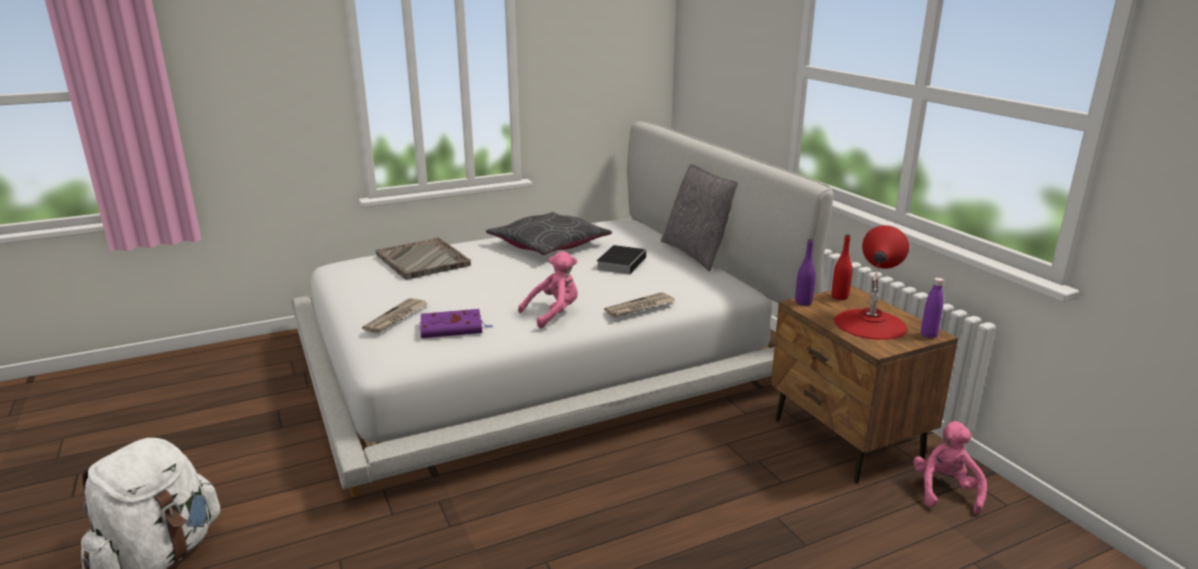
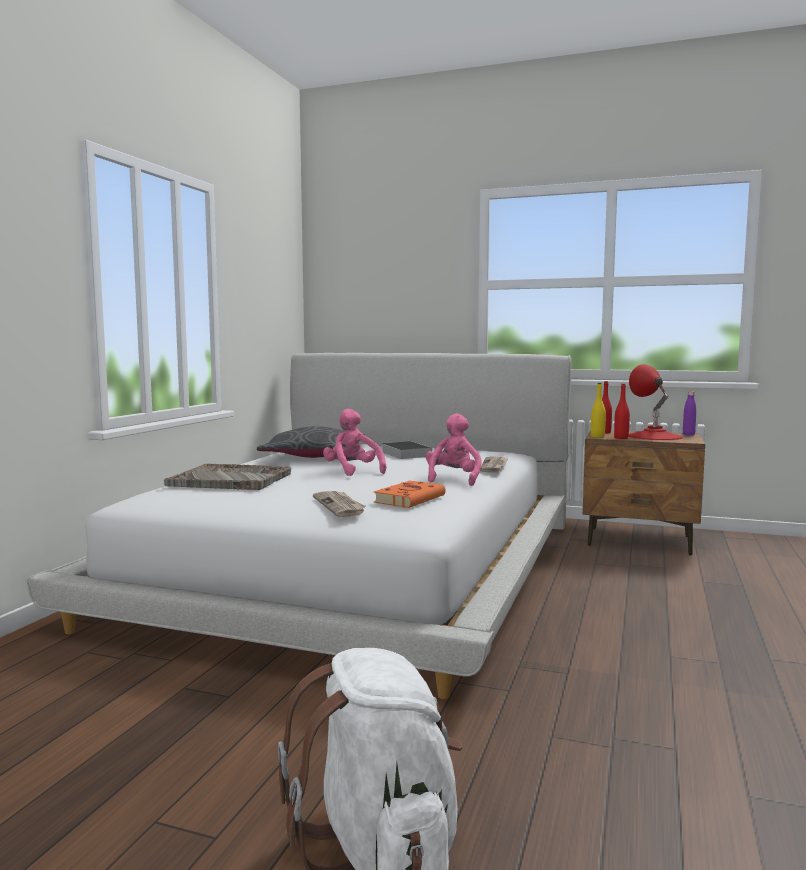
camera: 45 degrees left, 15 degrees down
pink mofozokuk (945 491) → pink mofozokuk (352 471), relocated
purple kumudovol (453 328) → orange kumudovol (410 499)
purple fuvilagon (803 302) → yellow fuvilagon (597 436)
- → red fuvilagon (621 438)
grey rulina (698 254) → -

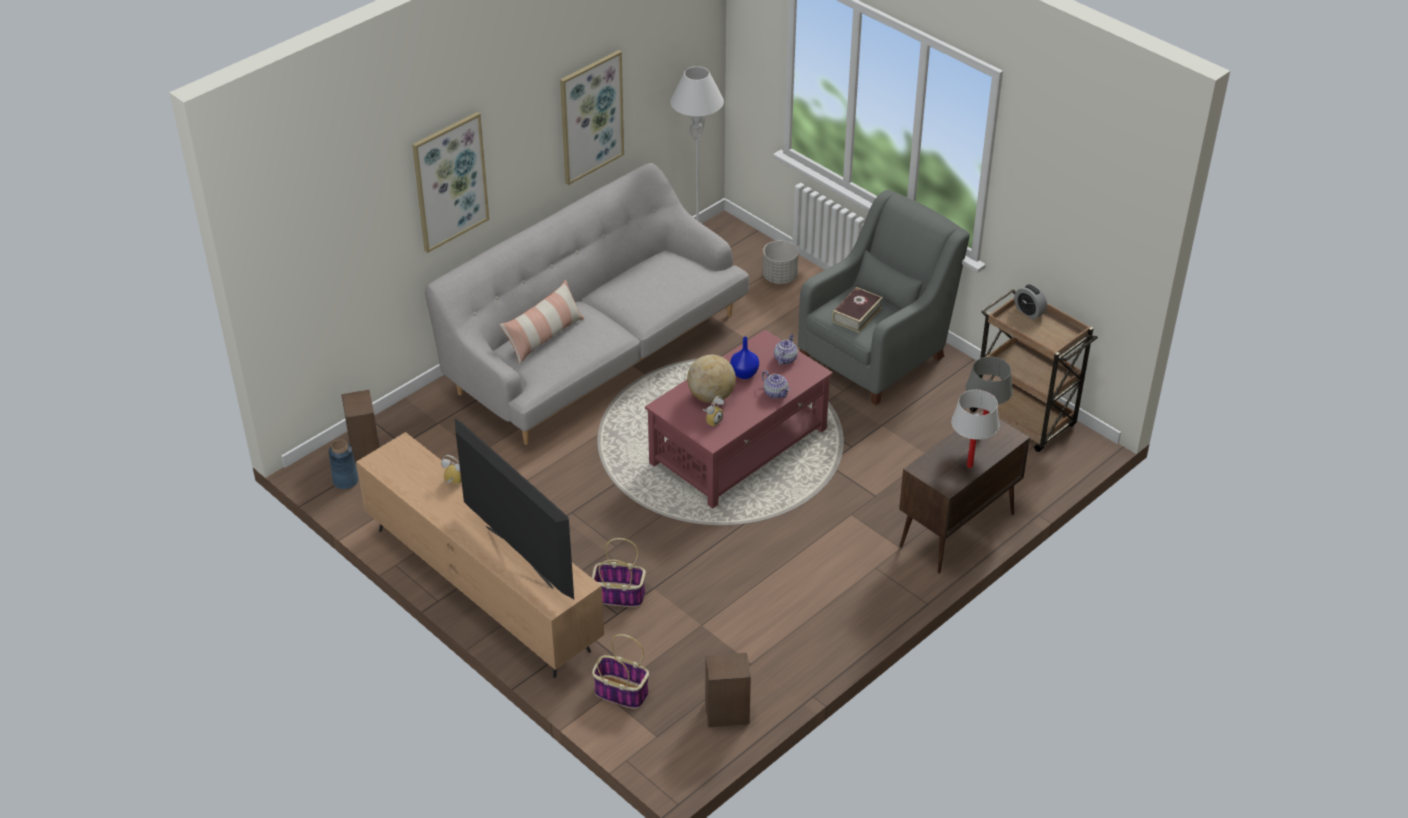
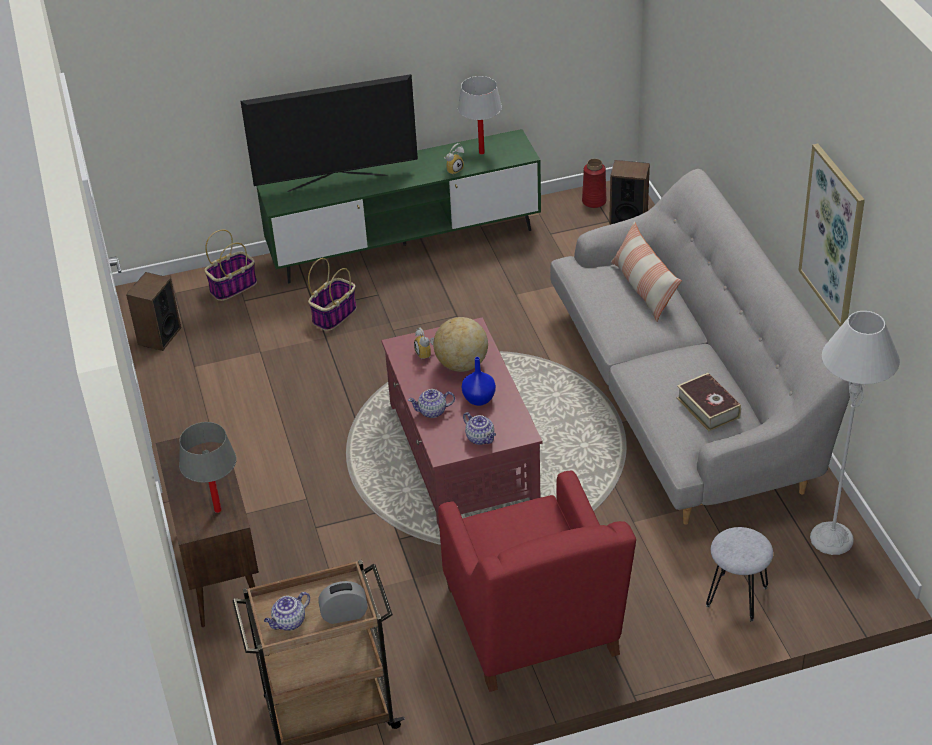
camera: 120 degrees right, 0 degrees up
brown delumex (483 589) → green delumex (405 245)
- → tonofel (289 622)
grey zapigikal (876 354) → red zapigikal (534 627)
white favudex (969 466) → white favudex (481 153), relocated
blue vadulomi (345 481) → red vadulomi (593 201)
kumudovol (857 315) → kumudovol (708 408), relocated
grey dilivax (779 277) → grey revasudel (737 596)
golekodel (450 181) → -

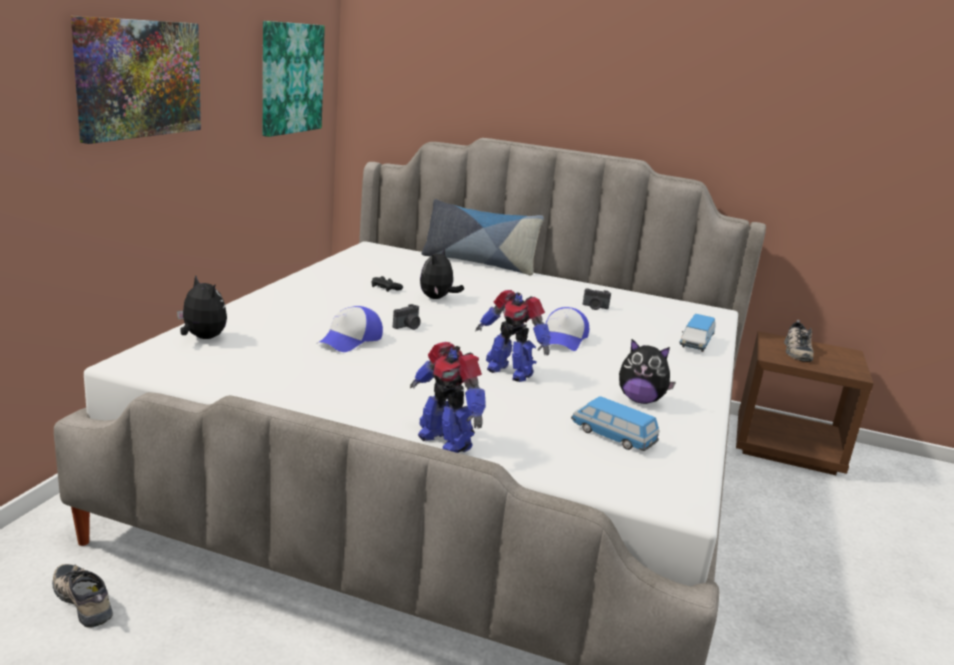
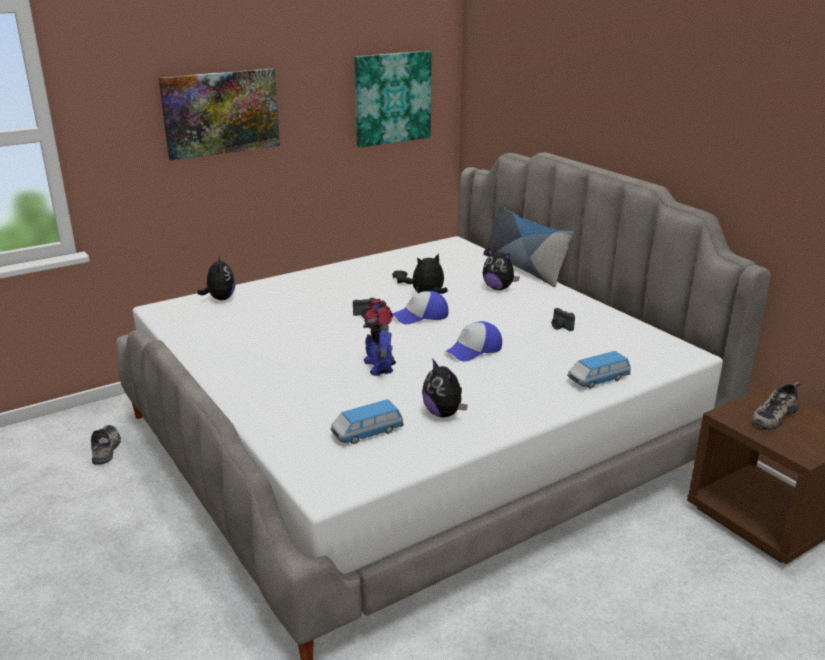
camera: 40 degrees right, 5 degrees up
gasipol (612 436) → gasipol (367 433), 105 degrees counterclockwise
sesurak (350 340) → sesurak (421 316), relocated
- → mofozokuk (498 288)
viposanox (445 441) → -

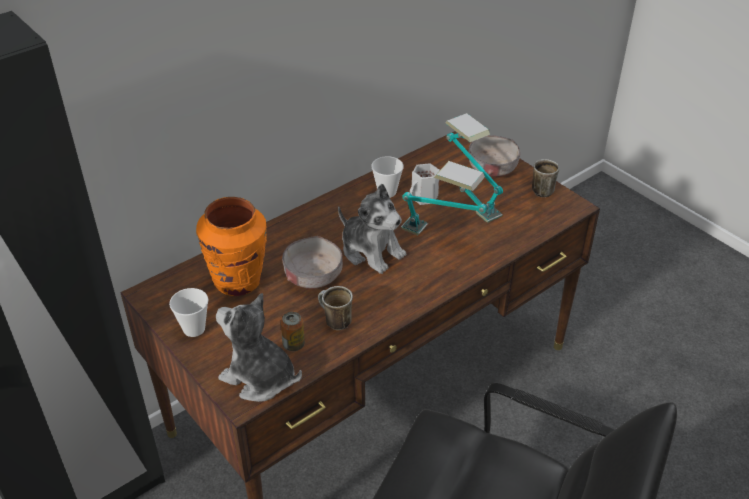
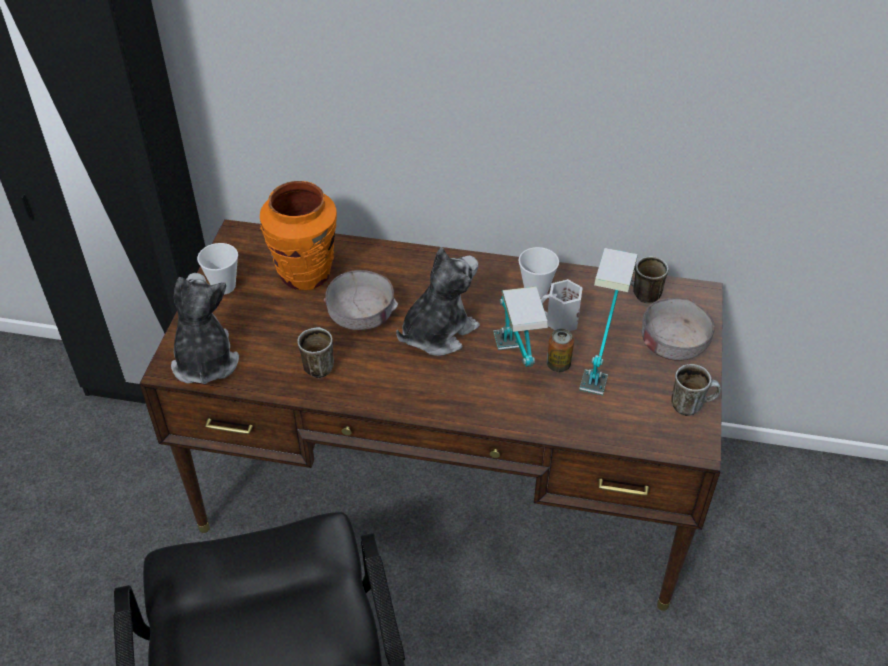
camera: 50 degrees right, 5 degrees up
mofozokuk (371 251) → mofozokuk (437 332), 135 degrees counterclockwise
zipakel (293 345) → zipakel (558 365), relocated
- → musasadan (641 295)

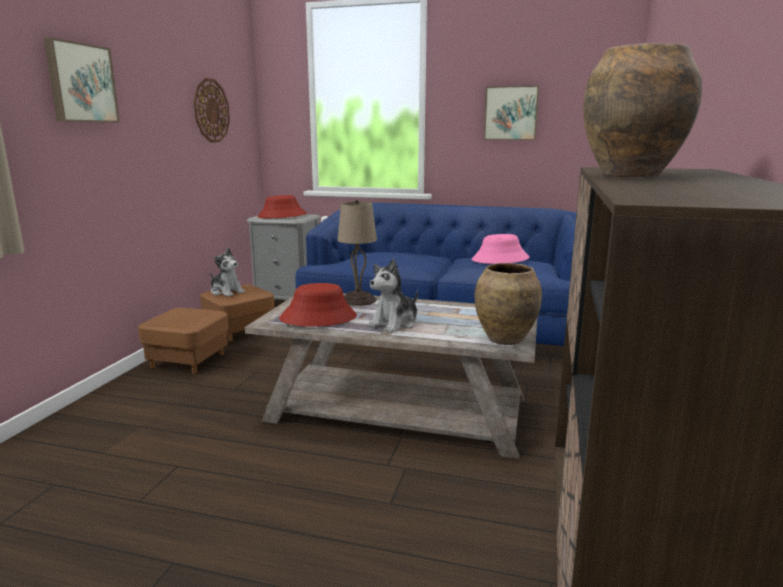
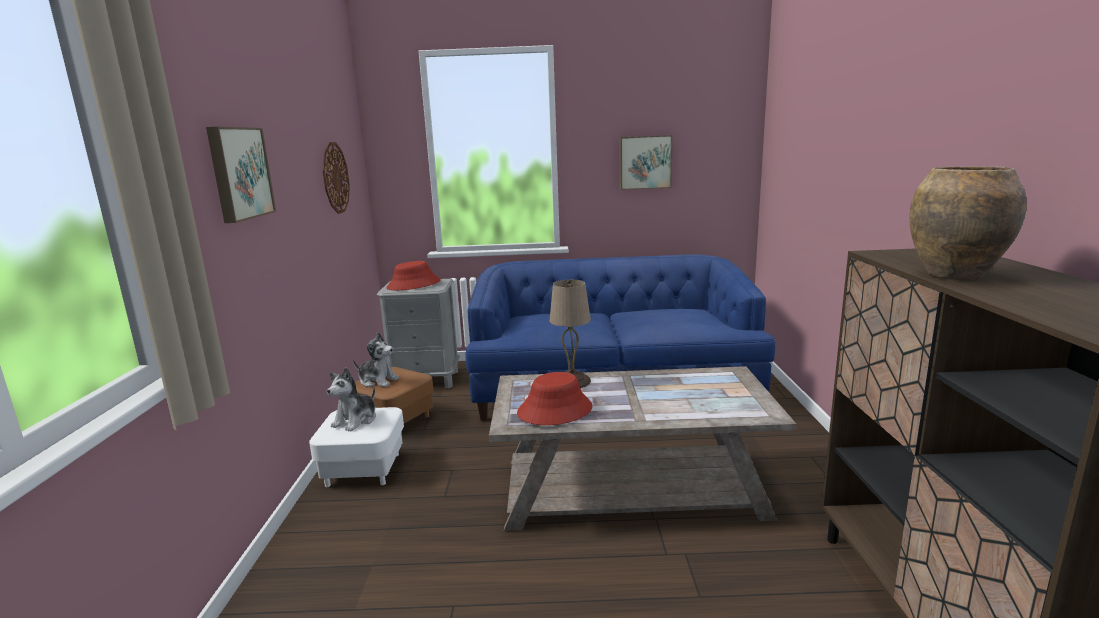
camera: 15 degrees left, 0 degrees up
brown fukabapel (188 360) → white fukabapel (364 469)
mofozokuk (395 324) → mofozokuk (356 420), relocated
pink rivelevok (500 259) → -
brown vadulomi (504 339) → -

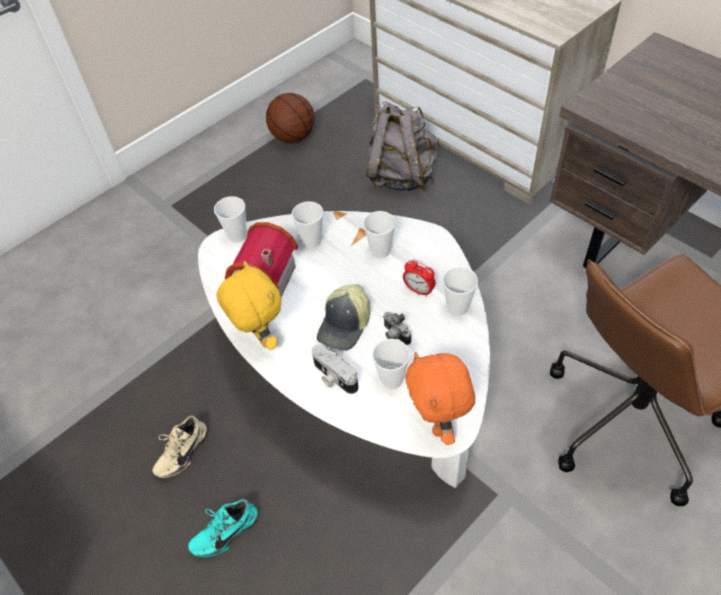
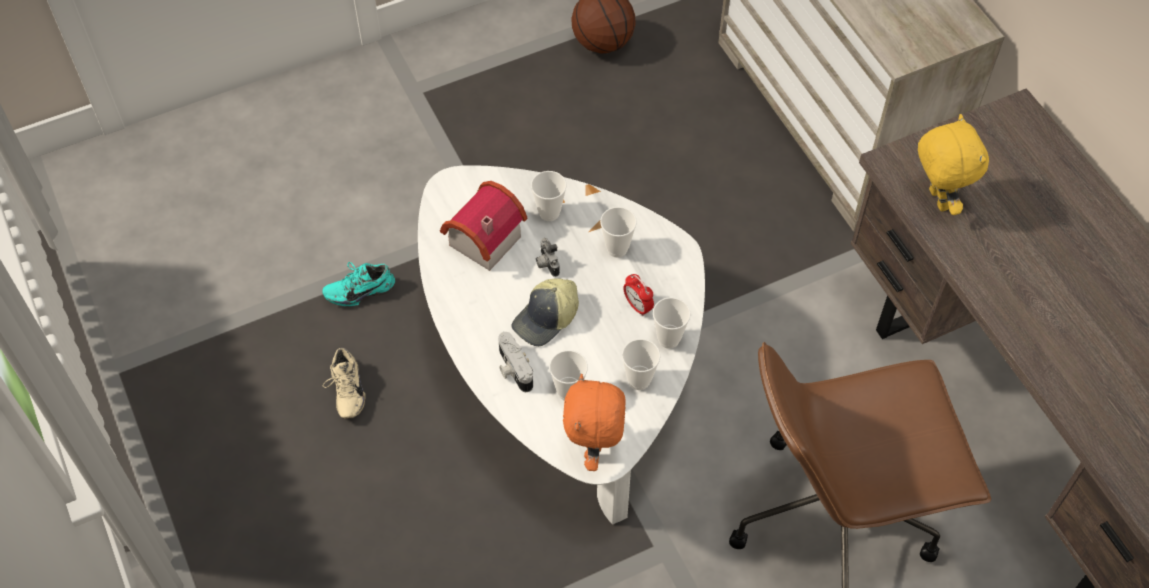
camera: 15 degrees right, 5 degrees up
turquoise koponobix (225 531) → turquoise koponobix (360 290), relocated
beige koponobix (181 452) → beige koponobix (346 391), 60 degrees counterclockwise
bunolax (394 335) → bunolax (546 263), relocated
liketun (237 236) → liketun (639 380), relocated
yellow mofozokuk (260 338) → yellow mofozokuk (936 199), relocated
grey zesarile (401 175) → -

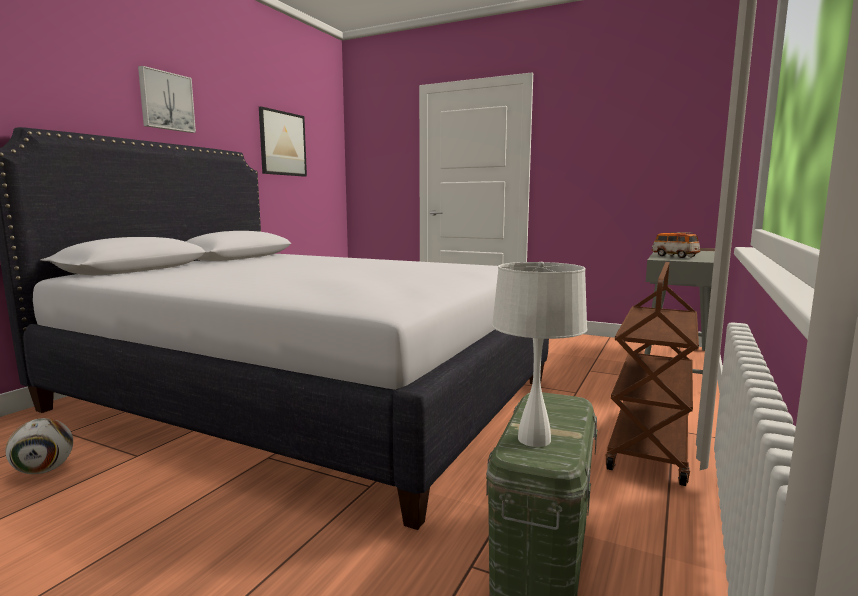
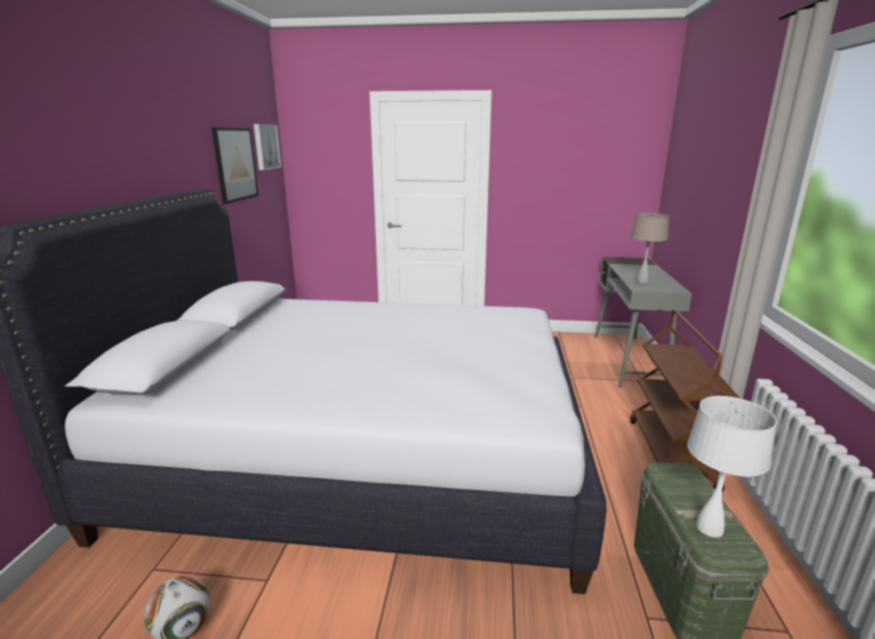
camera: 20 degrees left, 10 degrees up
golekodel (166 101) → golekodel (265 146), relocated
gasipol (674 256) → beige favudex (642 281)

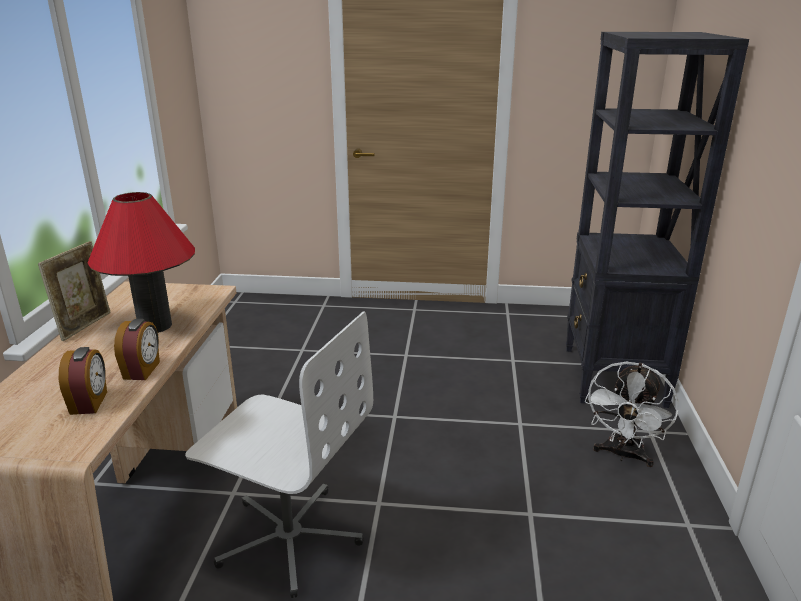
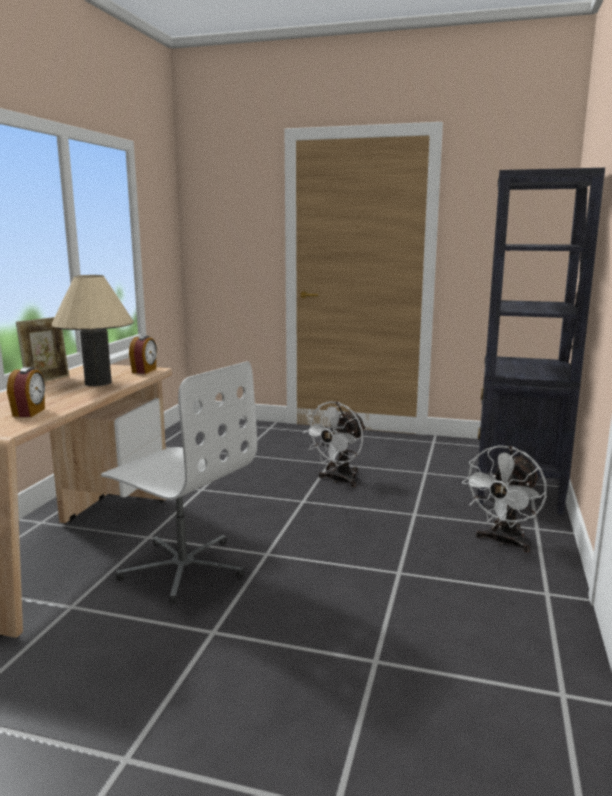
camera: 10 degrees right, 10 degrees down
red favudex (155 326) → beige favudex (98 383)
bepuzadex (142 370) → bepuzadex (144 371), relocated
- → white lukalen (338 480)

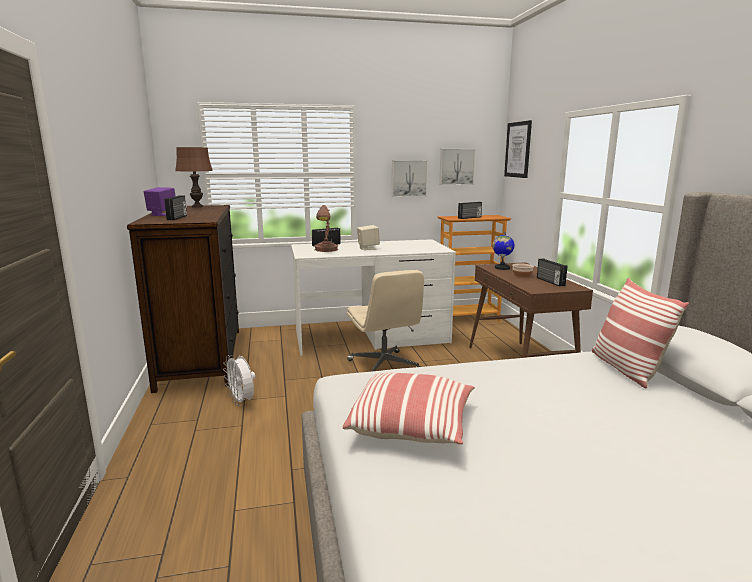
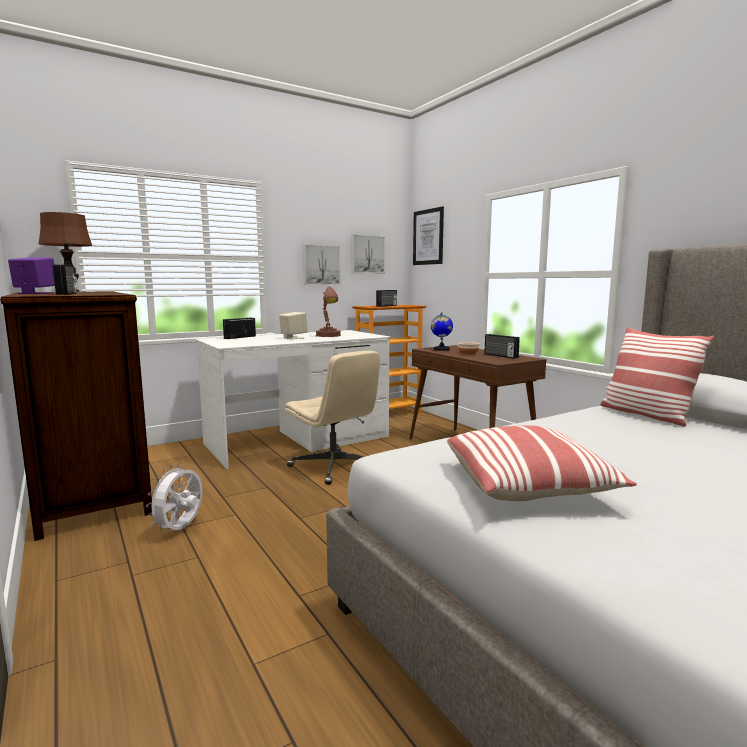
camera: 20 degrees left, 5 degrees down
white lukalen (242 401) → white lukalen (180 529), 75 degrees clockwise
brown favudex (326 250) → brown favudex (328 335), relocated

